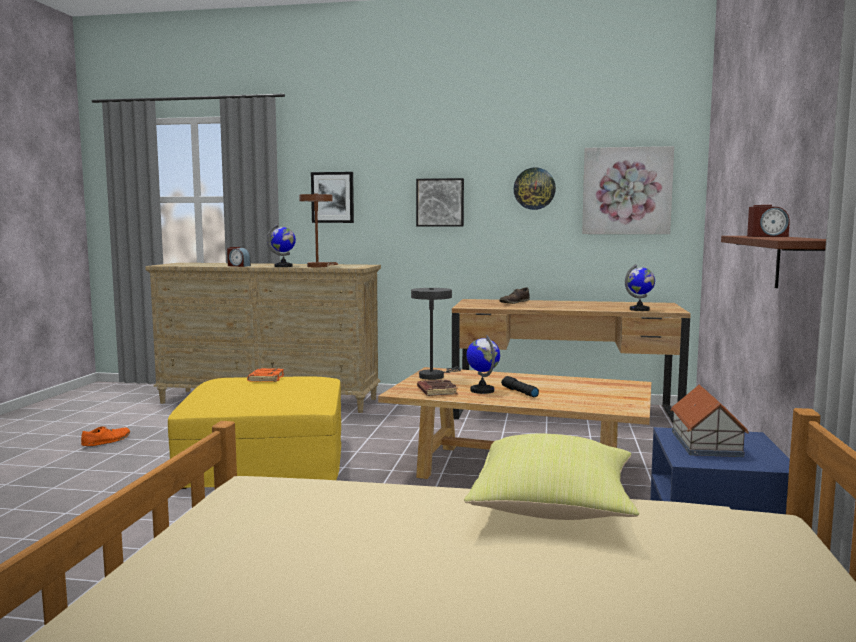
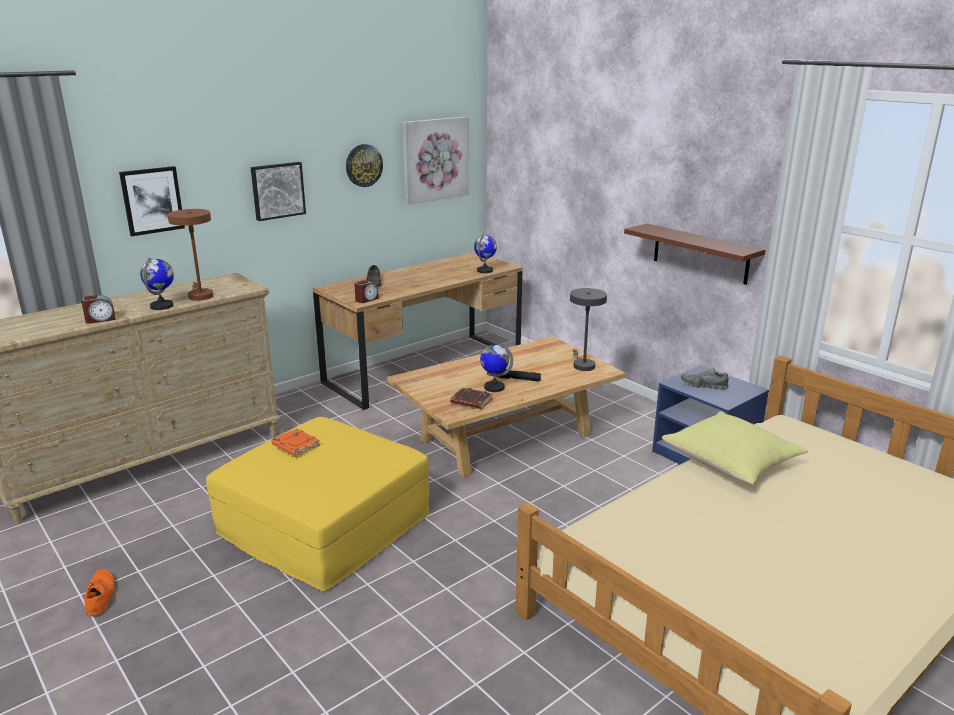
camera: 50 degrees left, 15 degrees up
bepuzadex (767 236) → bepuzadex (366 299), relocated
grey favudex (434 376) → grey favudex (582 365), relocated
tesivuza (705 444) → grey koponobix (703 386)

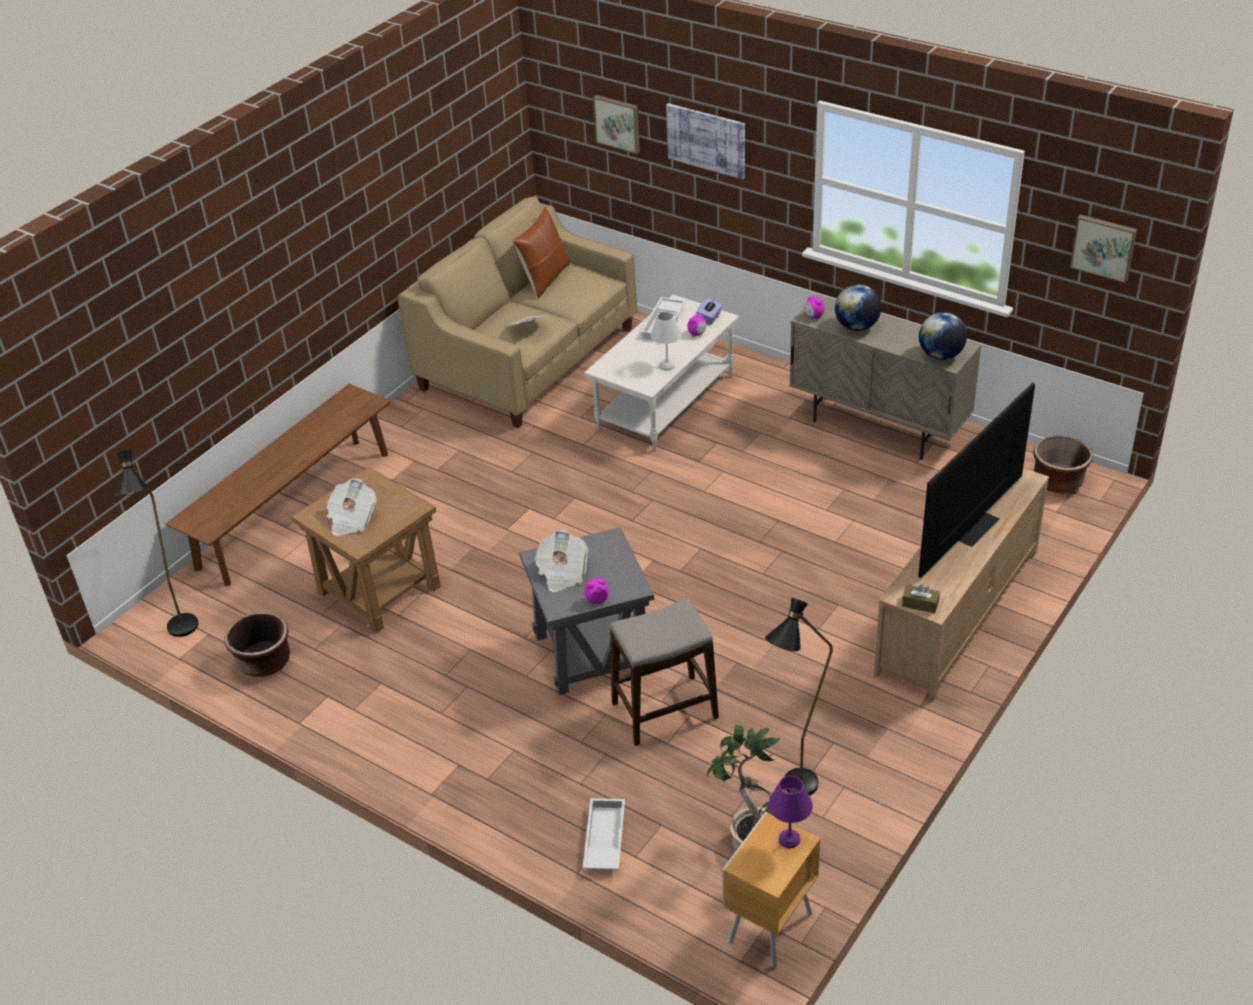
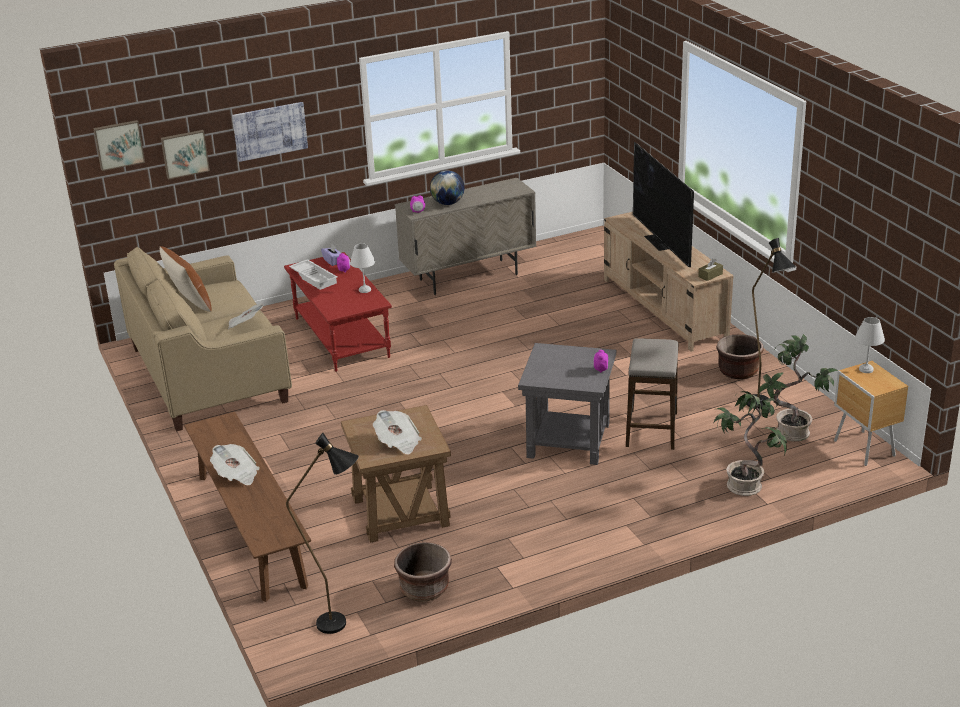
camera: 60 degrees left, 10 degrees down
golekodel (1104 247) → golekodel (118 144), relocated
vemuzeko (562 573) → vemuzeko (236 475), relocated
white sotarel (665 402) → red sotarel (340 337)
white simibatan (603 839) → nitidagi (746 485)
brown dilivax (1058 481) → brown dilivax (738 371), relocated
purple favudex (789 840) → white favudex (866 369)
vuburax (940 355) → -

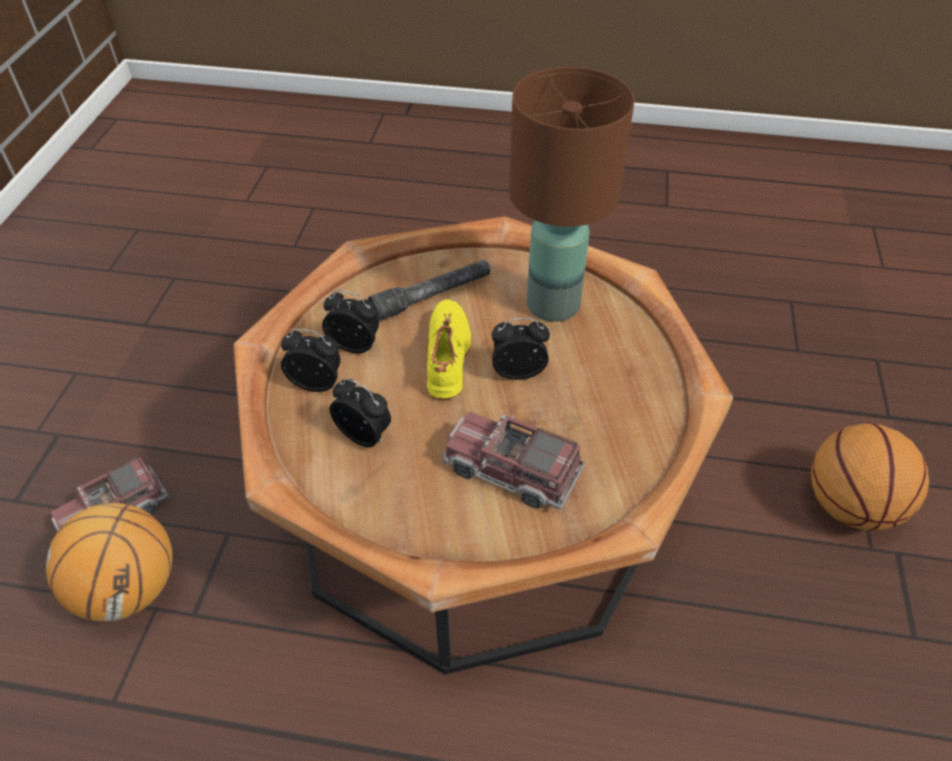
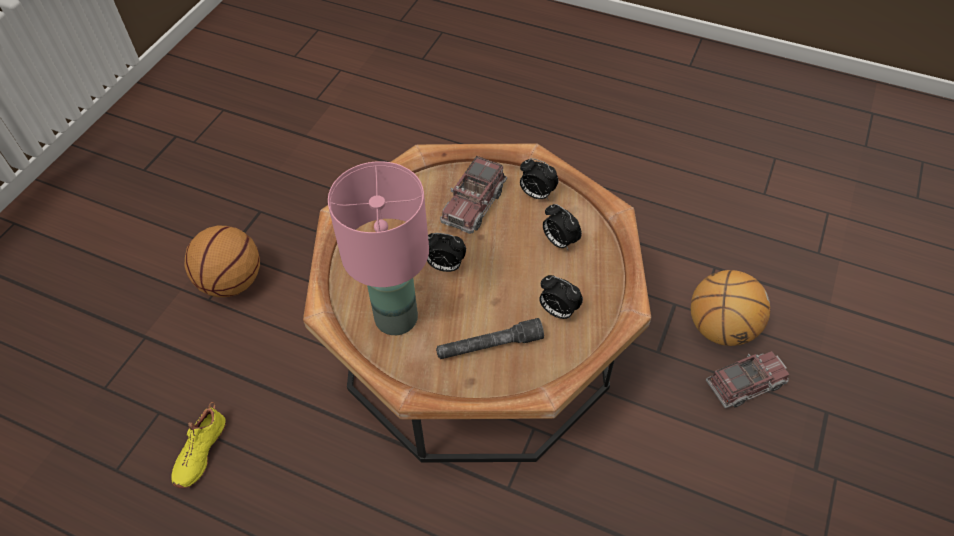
camera: 165 degrees left, 5 degrees up
yellow koponobix (449 356) → yellow koponobix (199 452), relocated
brown favudex (554 305) → pink favudex (395 317)
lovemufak (512 470) → lovemufak (474 204), 75 degrees clockwise
bepuzadex (317 383) → bepuzadex (536 194), relocated

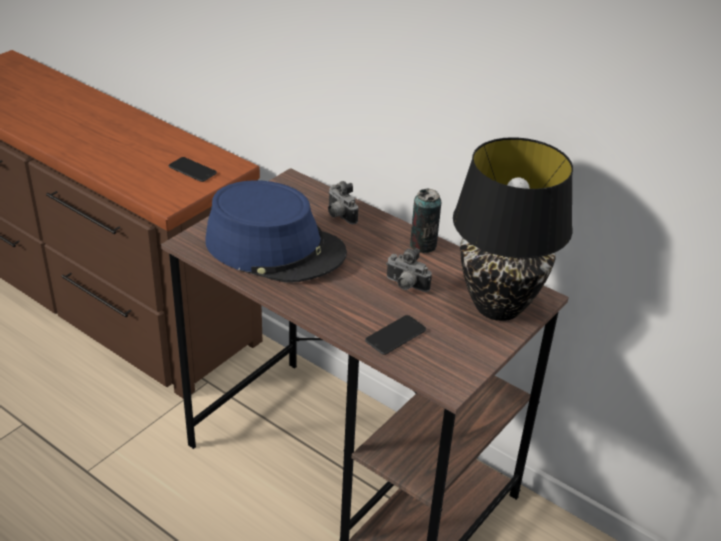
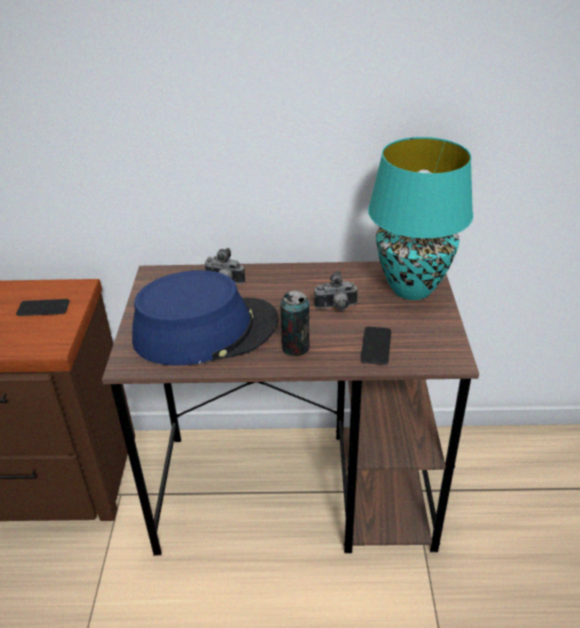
camera: 35 degrees left, 0 degrees up
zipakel (423 245) → zipakel (295 347), relocated
black favudex (499 307) → turquoise favudex (413 289)

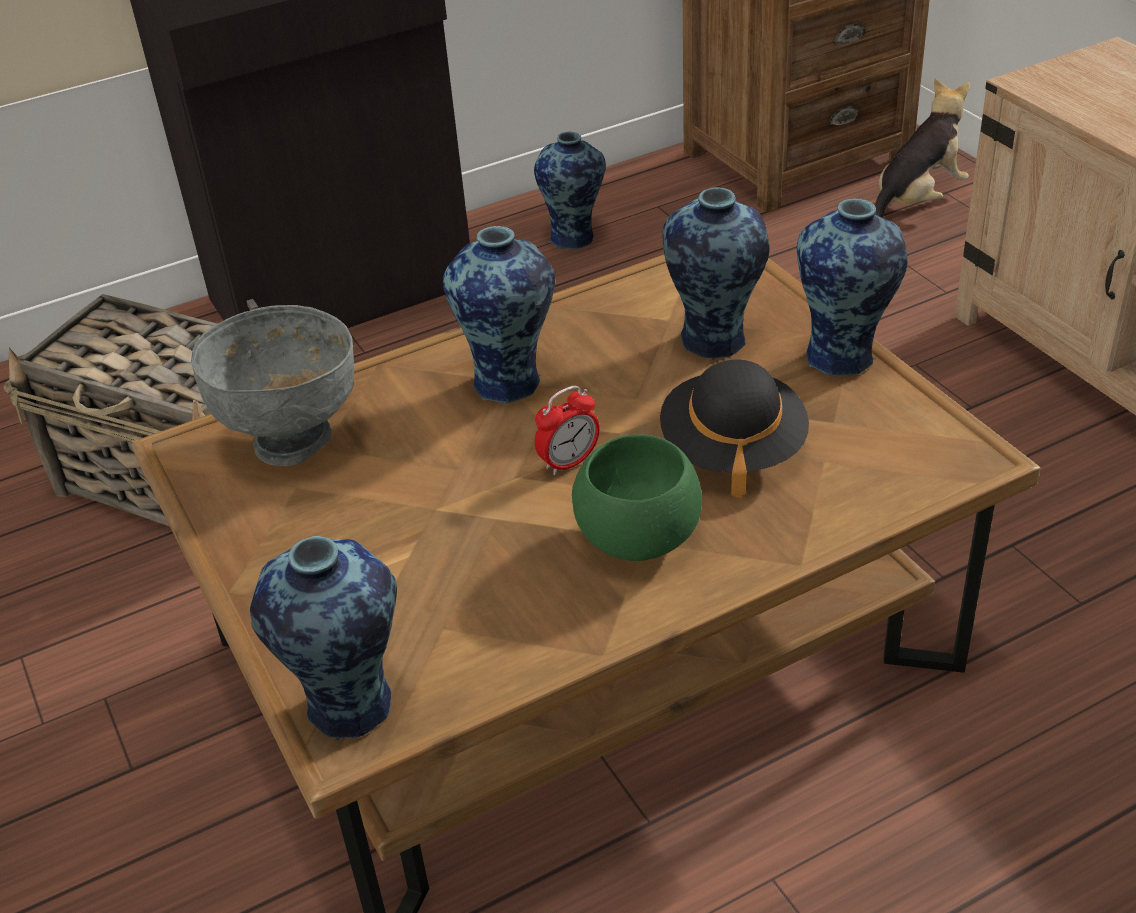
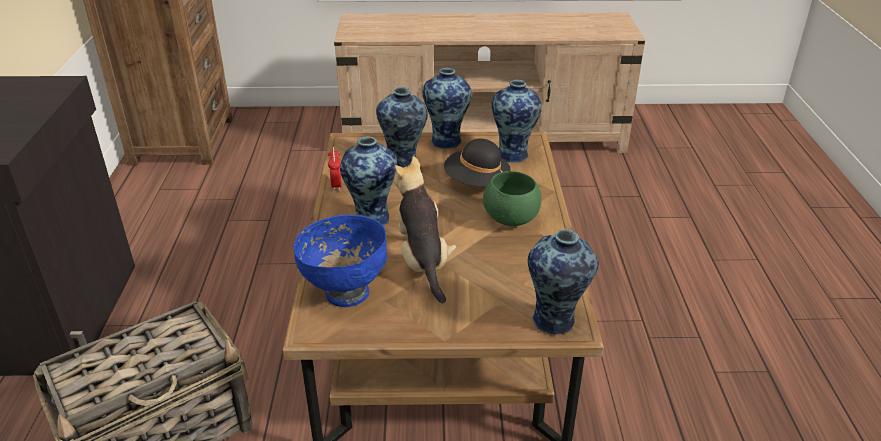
camera: 65 degrees left, 5 degrees down
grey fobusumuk (293 440) → blue fobusumuk (346 292)
bepuzadex (569 462) → bepuzadex (336 185), relocated
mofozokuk (917 200) → mofozokuk (423 261), relocated
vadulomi (574 238) → vadulomi (513 154), relocated

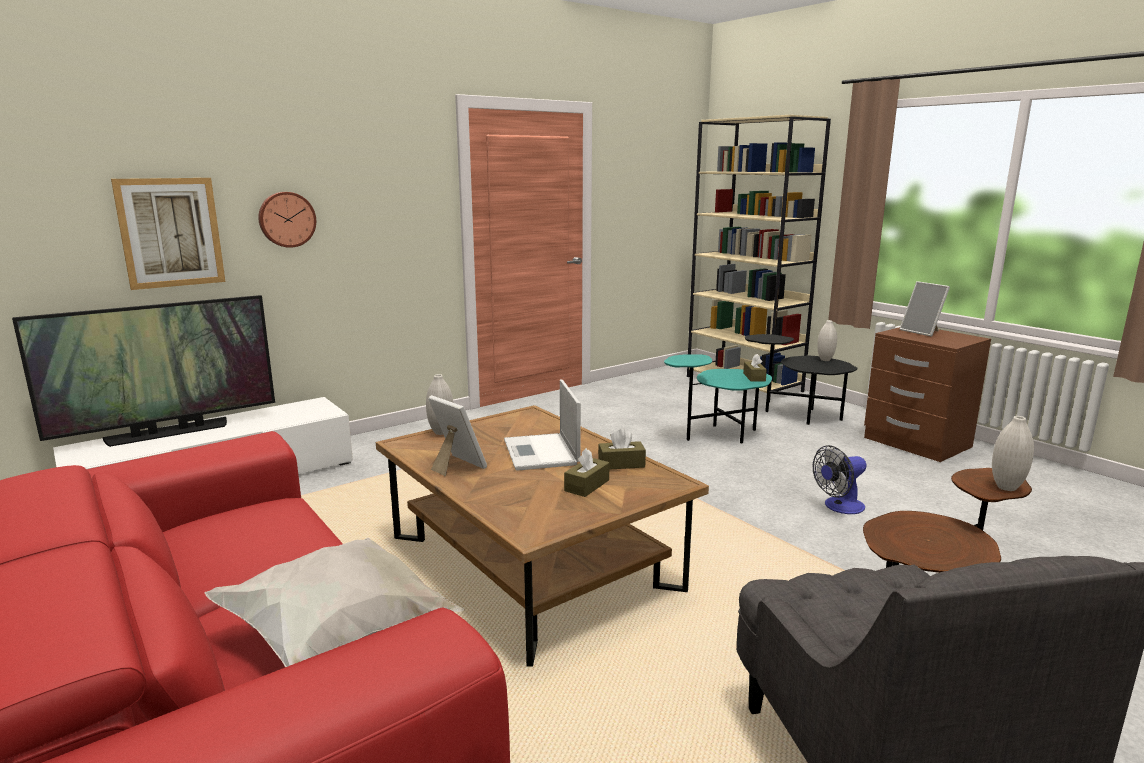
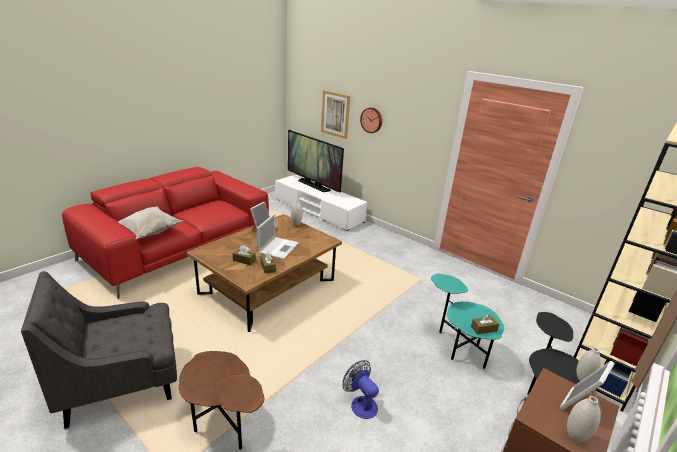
camera: 75 degrees right, 10 degrees up
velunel (541 453) → velunel (278 248), 135 degrees clockwise
white vadulomi (1006 487) → white vadulomi (575 437), relocated

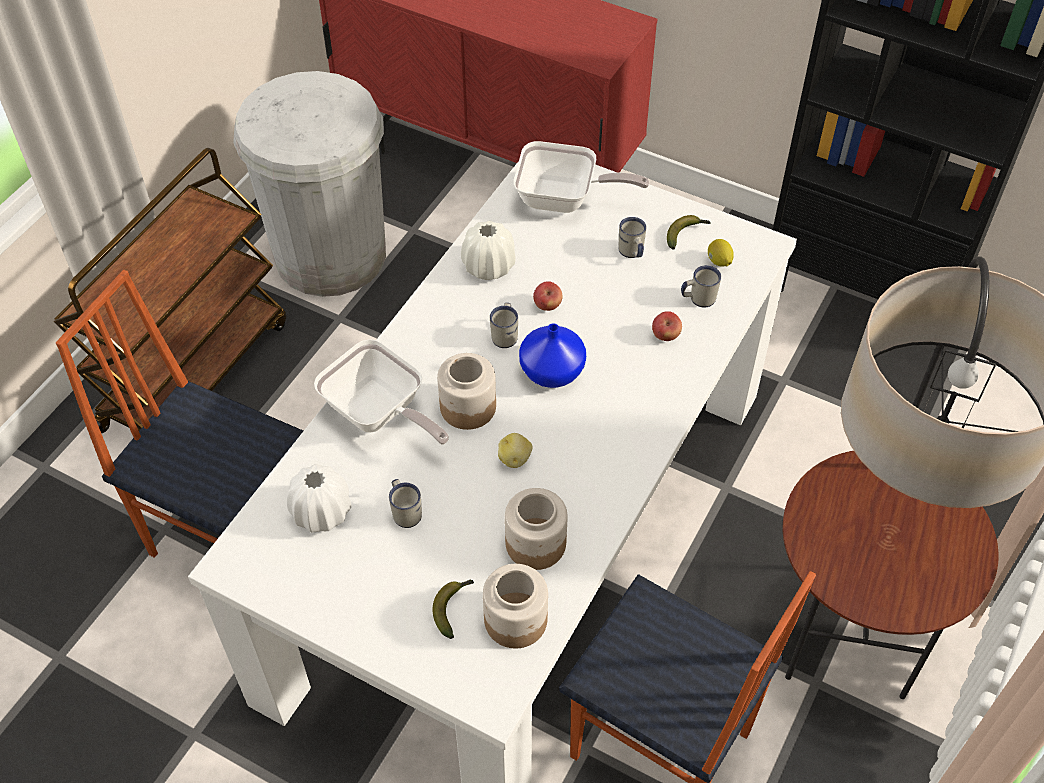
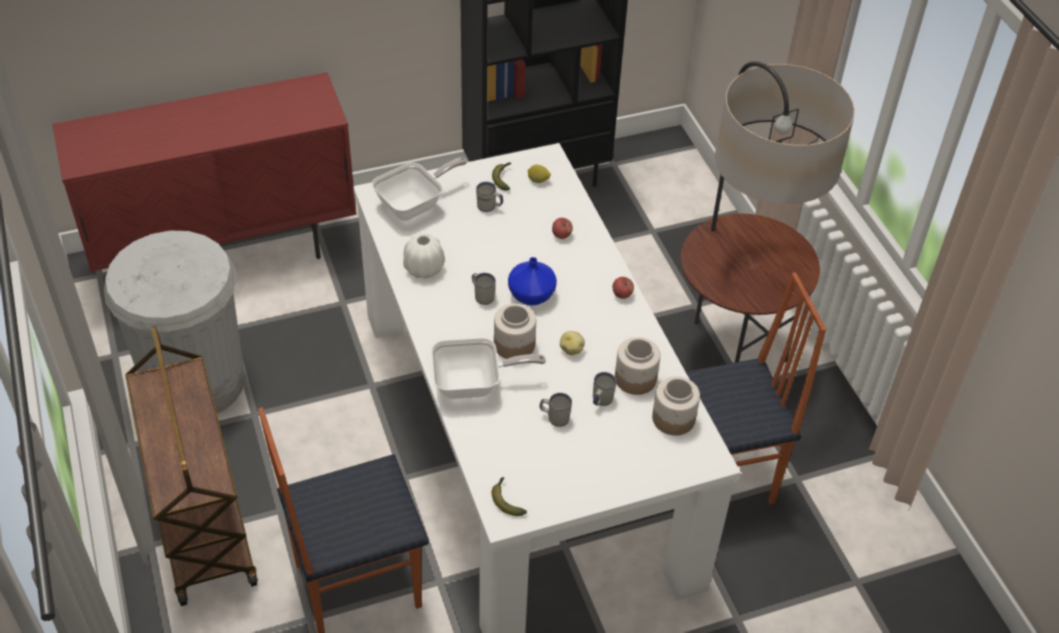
camera: 50 degrees left, 5 degrees down
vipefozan (453 608) → vipefozan (506 500), relocated
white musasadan (698 299) → white musasadan (600 400), relocated
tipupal (547 305) → tipupal (622 295), relocated
white vadulomi (321 512) → -

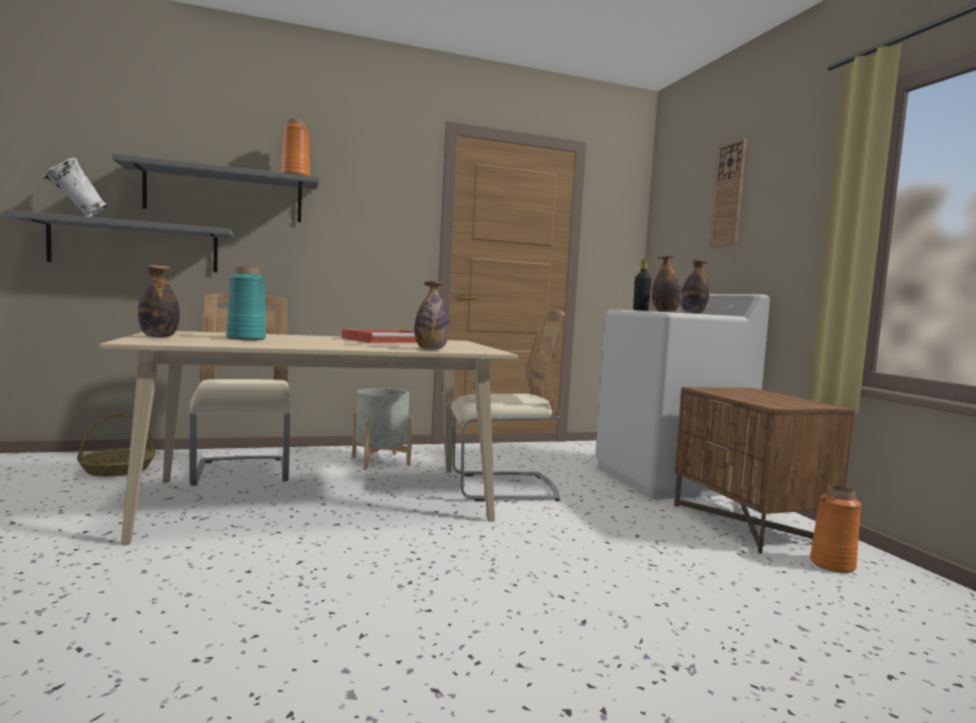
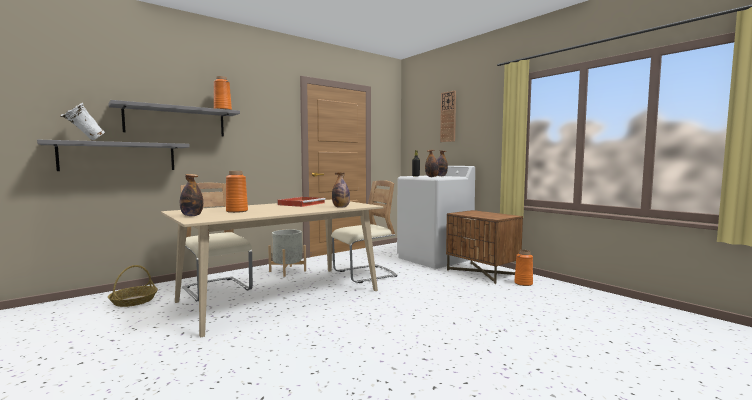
camera: 20 degrees left, 0 degrees up
turquoise vadulomi (246 338) → orange vadulomi (236 211)

